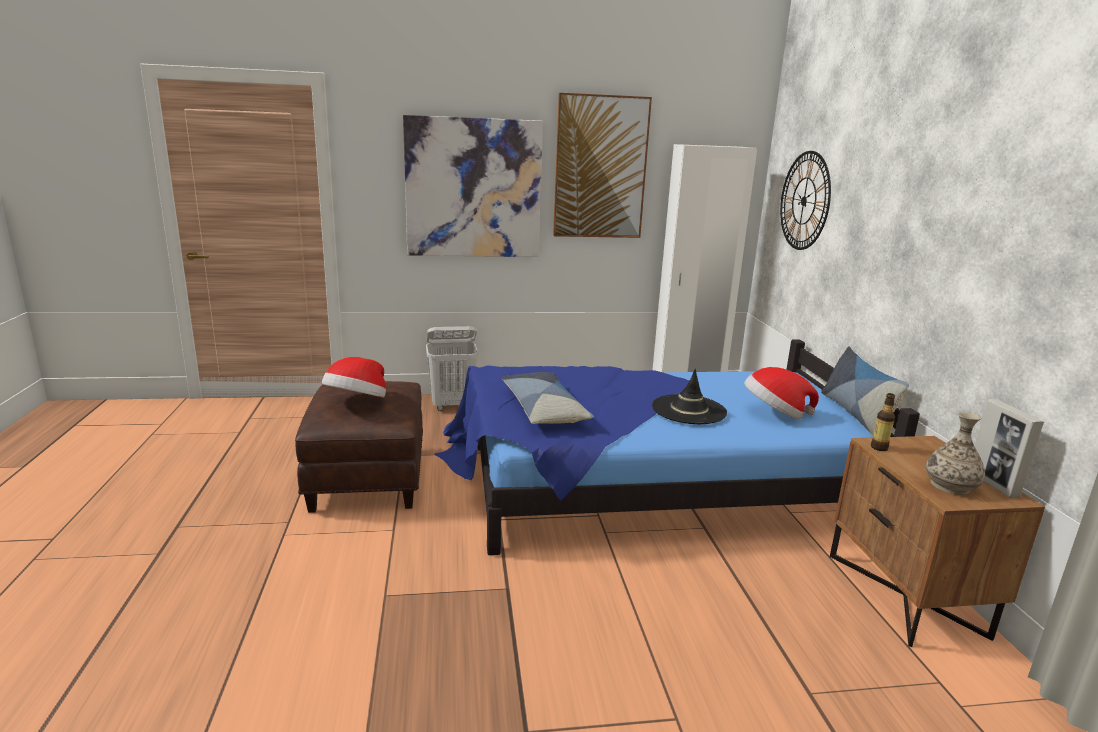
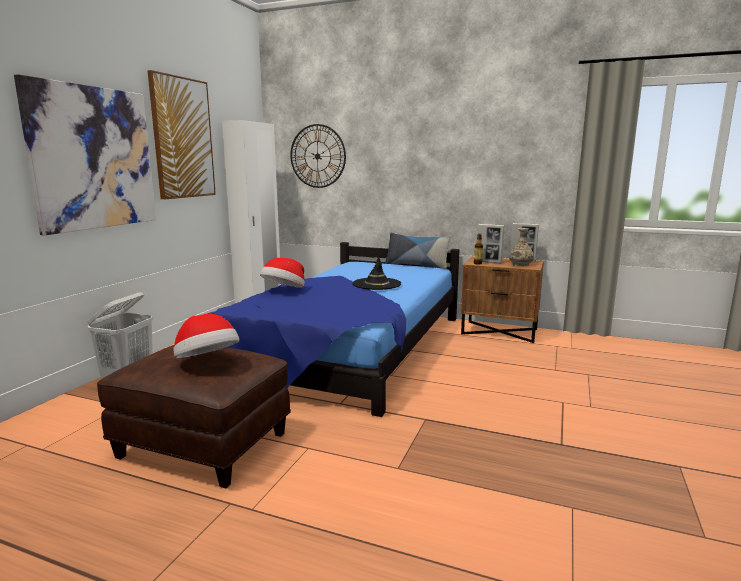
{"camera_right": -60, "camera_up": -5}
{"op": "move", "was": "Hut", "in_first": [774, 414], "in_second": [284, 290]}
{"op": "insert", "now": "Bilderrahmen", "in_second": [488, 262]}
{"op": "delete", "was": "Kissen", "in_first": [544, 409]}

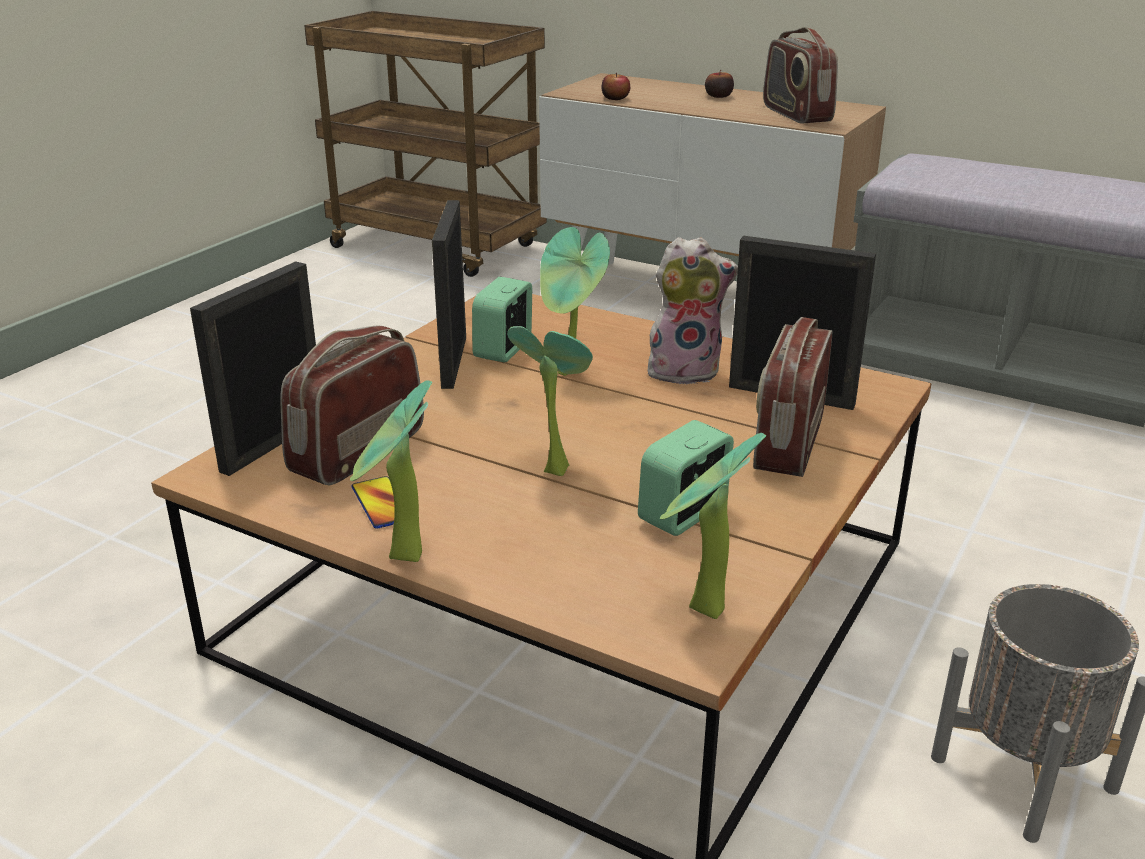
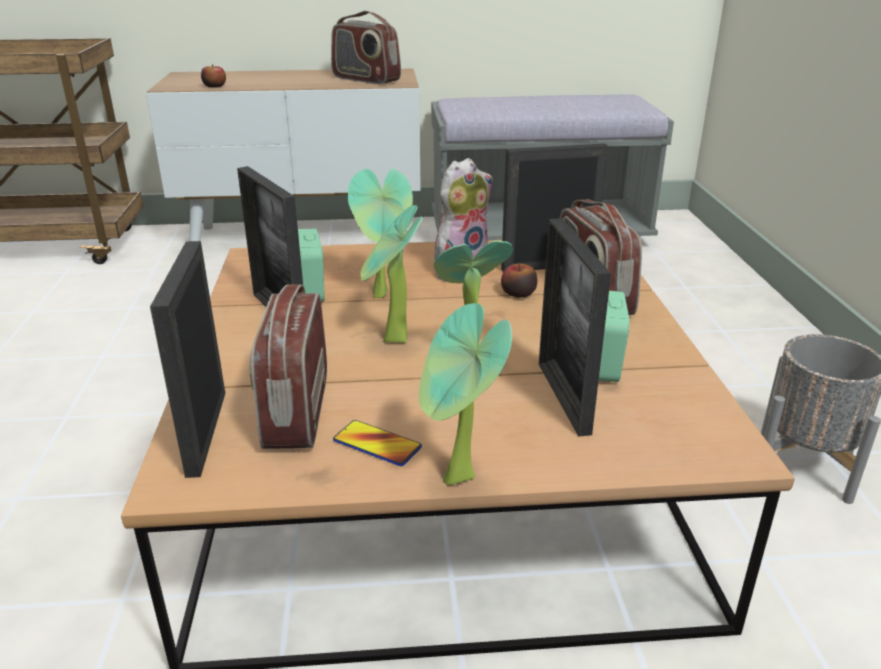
{"camera_right": -35, "camera_up": 0}
{"op": "move", "was": "Topfpflanze", "in_first": [700, 612], "in_second": [393, 343]}
{"op": "move", "was": "Apfel", "in_first": [718, 96], "in_second": [518, 293]}
{"op": "insert", "now": "Bilderrahmen", "in_second": [563, 397]}

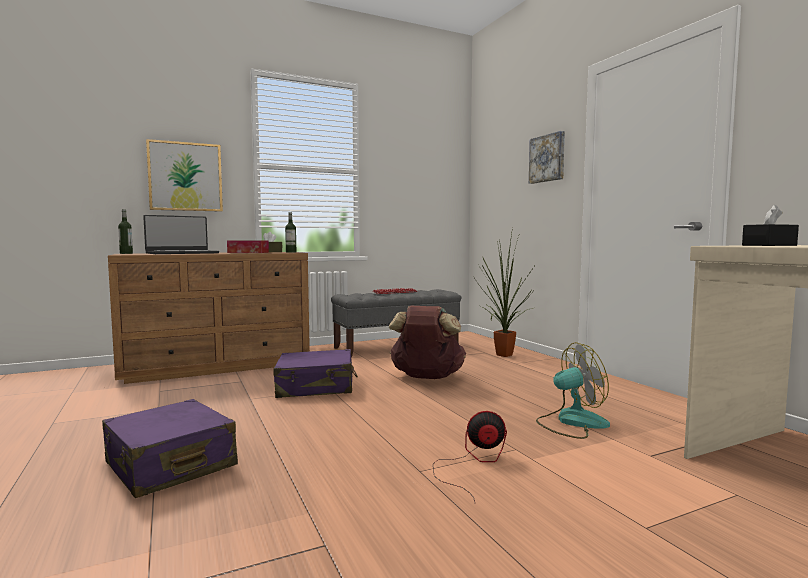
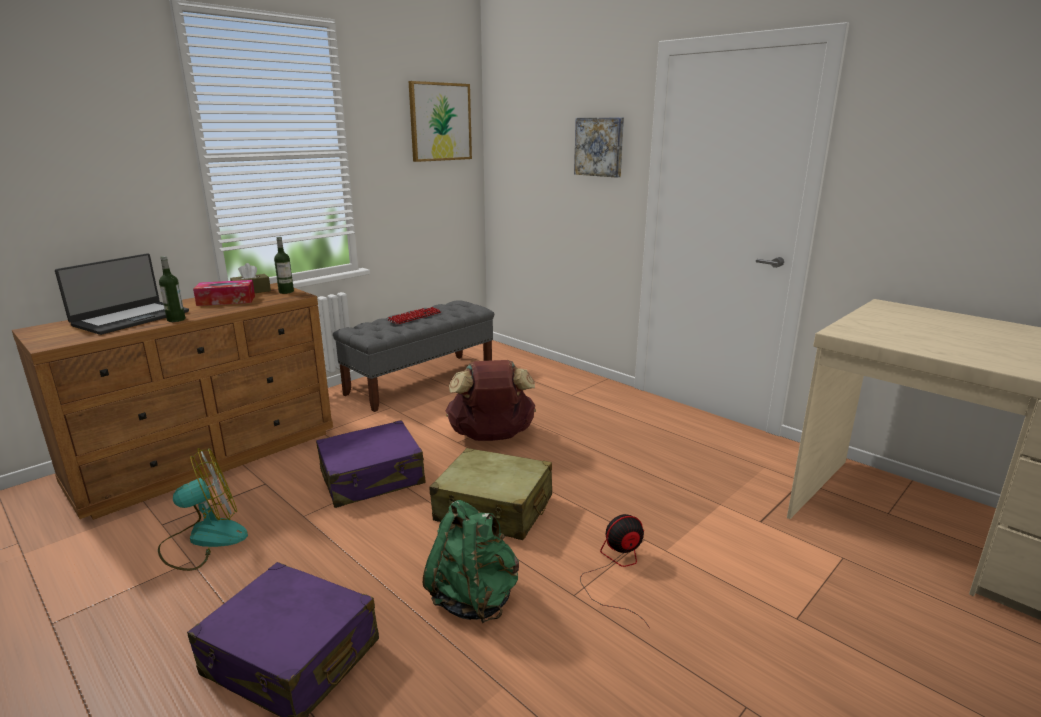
{"camera_right": -20, "camera_up": 15}
{"op": "move", "was": "Ventilator", "in_first": [571, 422], "in_second": [204, 539]}
{"op": "move", "was": "Flasche", "in_first": [126, 253], "in_second": [176, 319]}
{"op": "move", "was": "Bild", "in_first": [185, 177], "in_second": [440, 122]}
{"op": "insert", "now": "Rucksack [grün]", "in_second": [474, 598]}
{"op": "insert", "now": "Koffer [beige]", "in_second": [494, 509]}
{"op": "delete", "was": "Topfpflanze", "in_first": [502, 355]}
{"op": "delete", "was": "Taschentuchbox [schwarz]", "in_first": [769, 245]}

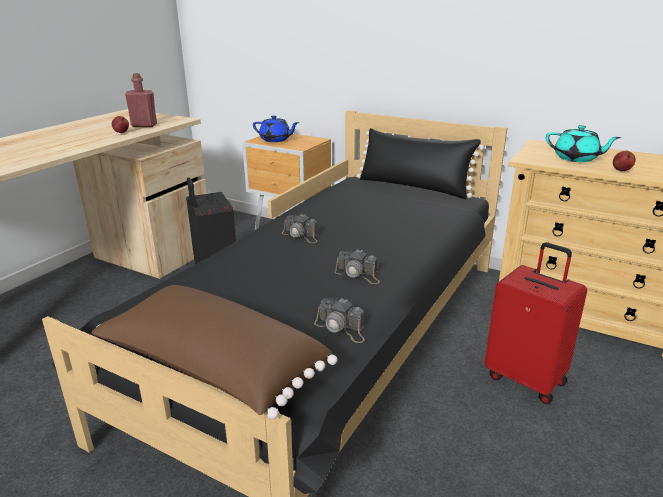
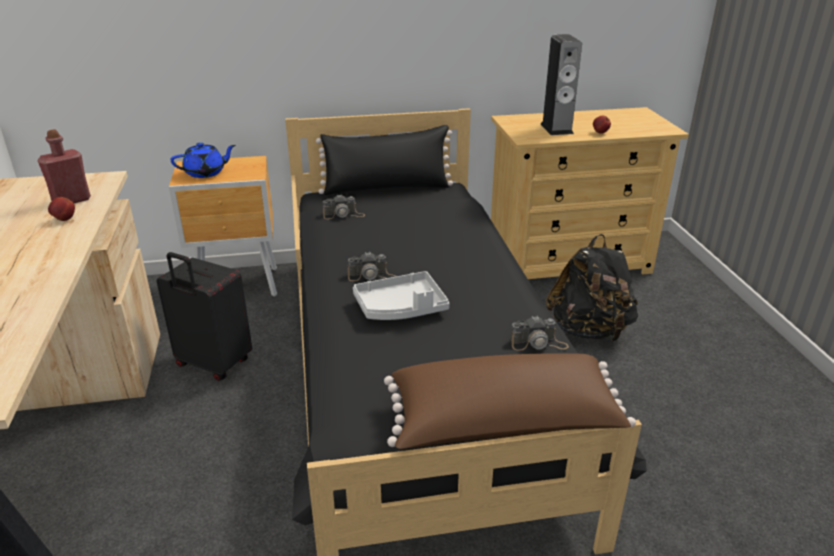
{"camera_right": -40, "camera_up": 5}
{"op": "move", "was": "Kamera", "in_first": [358, 274], "in_second": [343, 214]}
{"op": "insert", "now": "Tablett [grau]", "in_second": [401, 308]}
{"op": "replace", "was": "Teekanne [türkis]", "now": "Lautsprecher", "in_first": [576, 158], "in_second": [556, 129]}
{"op": "replace", "was": "Koffer [rot]", "now": "Rucksack [schwarz]", "in_first": [526, 378], "in_second": [588, 331]}

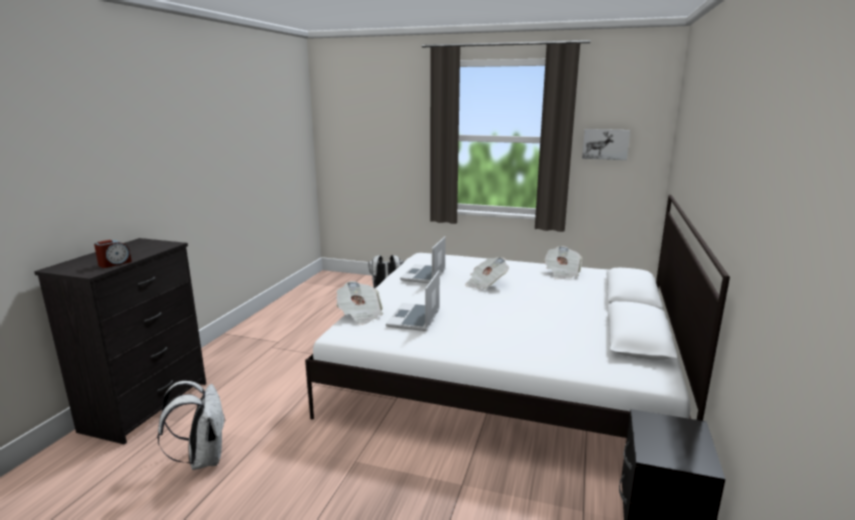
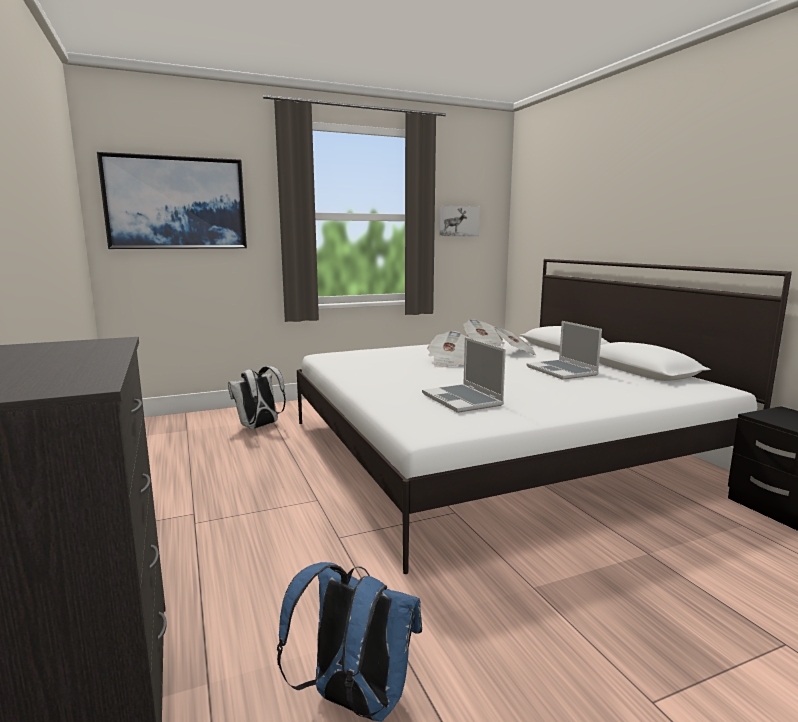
{"camera_right": -40, "camera_up": -5}
{"op": "insert", "now": "Bild", "in_second": [176, 203]}
{"op": "recolor", "was": "Rucksack [weiß]", "now": "Rucksack [blau]", "in_first": [203, 458], "in_second": [354, 701]}
{"op": "move", "was": "Zeitung", "in_first": [360, 314], "in_second": [515, 352]}
{"op": "move", "was": "Laptop", "in_first": [424, 275], "in_second": [563, 371]}
{"op": "delete", "was": "Wecker", "in_first": [114, 263]}

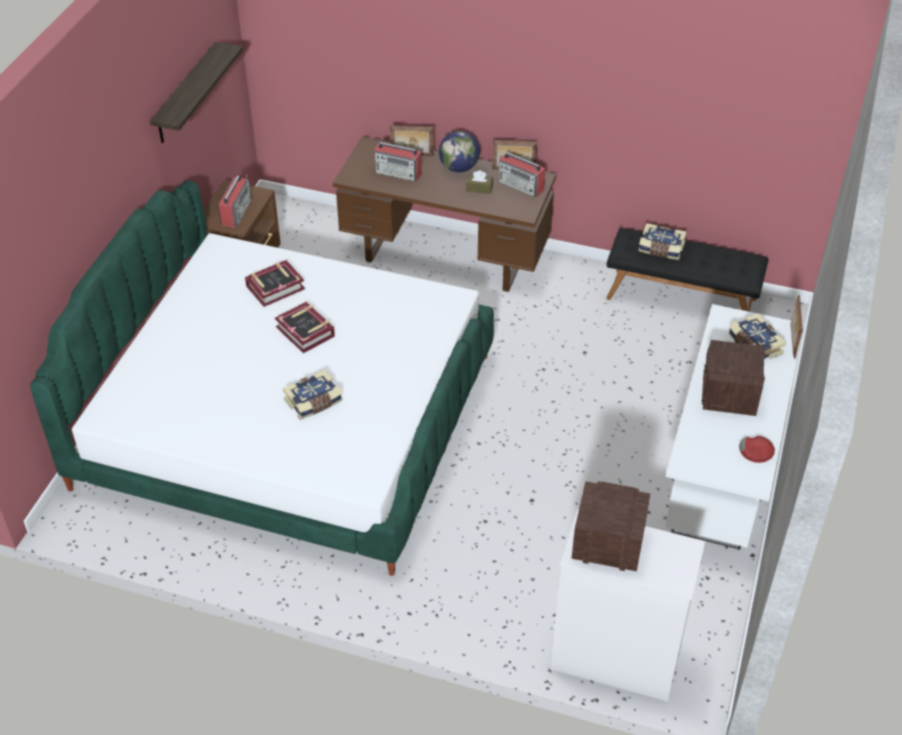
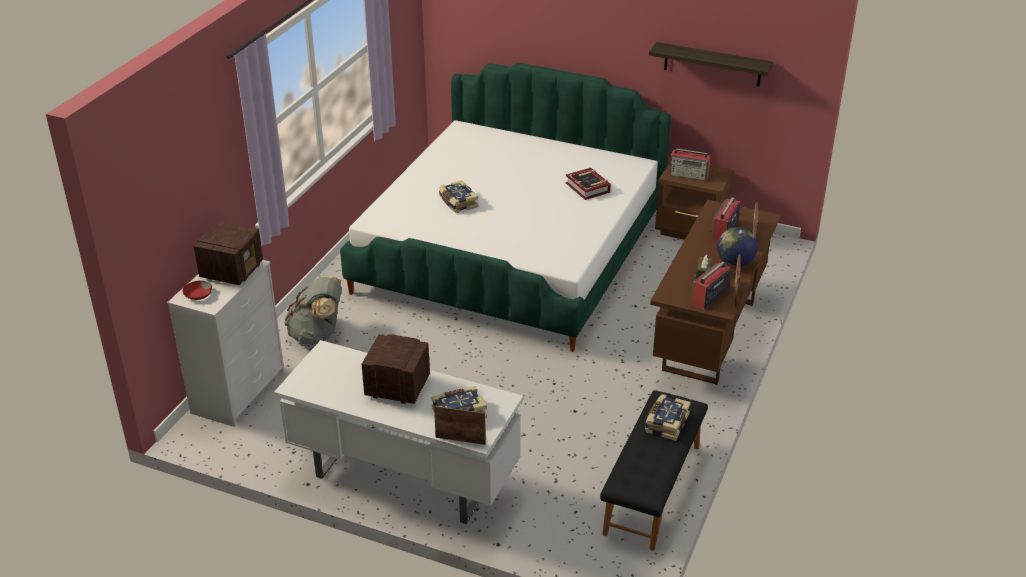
{"camera_right": 95, "camera_up": -10}
{"op": "move", "was": "Schüssel [rot]", "in_first": [756, 453], "in_second": [198, 295]}
{"op": "insert", "now": "Rucksack [grau]", "in_second": [317, 335]}
{"op": "delete", "was": "Buch", "in_first": [305, 331]}

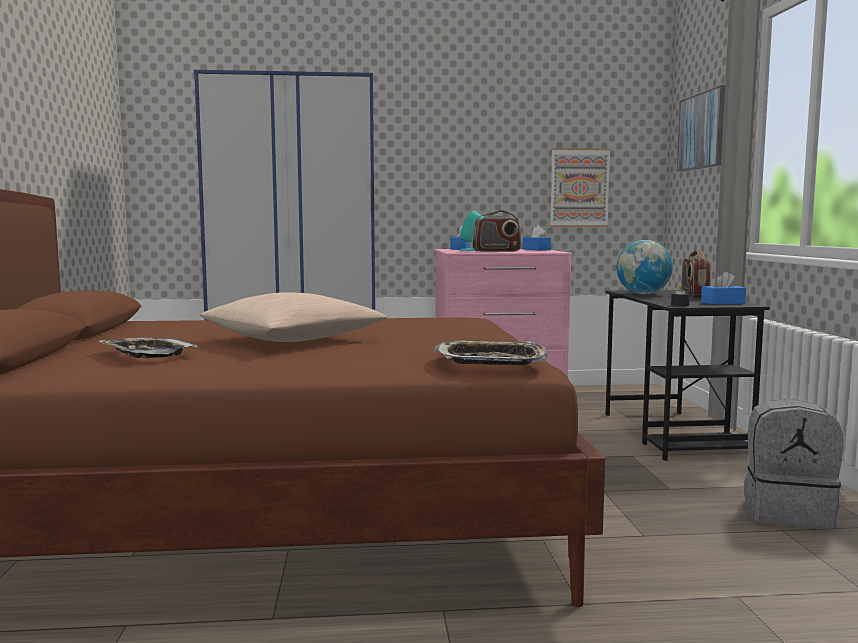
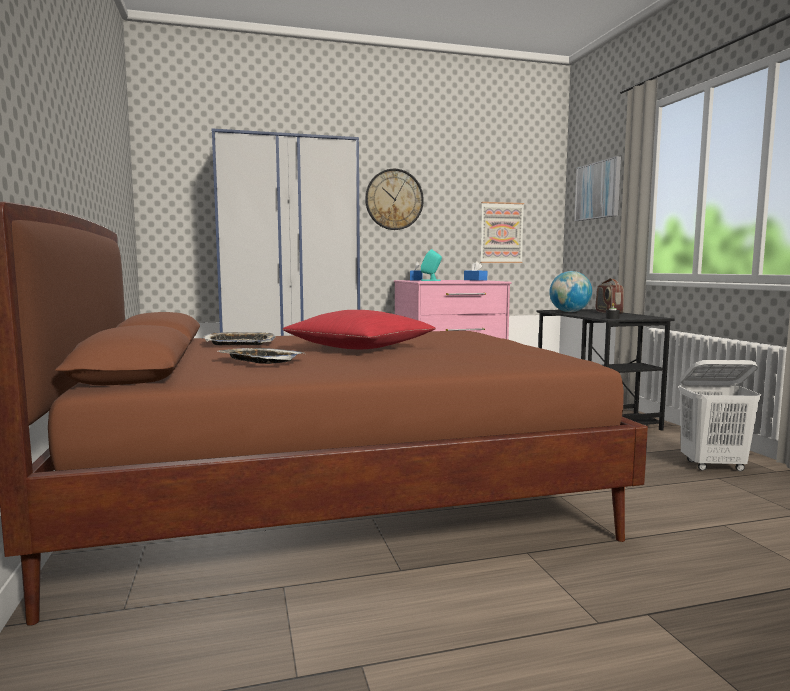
{"camera_right": -10, "camera_up": 0}
{"op": "move", "was": "Tablett", "in_first": [491, 360], "in_second": [239, 343]}
{"op": "recolor", "was": "Kissen [beige]", "now": "Kissen [rot]", "in_first": [294, 339], "in_second": [361, 348]}
{"op": "insert", "now": "Wanduhr", "in_second": [394, 199]}
{"op": "replace", "was": "Rucksack [grau]", "now": "Wäschekorb [weiß]", "in_first": [788, 513], "in_second": [713, 466]}
{"op": "delete", "was": "Radio", "in_first": [496, 251]}
{"op": "delete", "was": "Taschentuchbox [blau]", "in_first": [722, 303]}

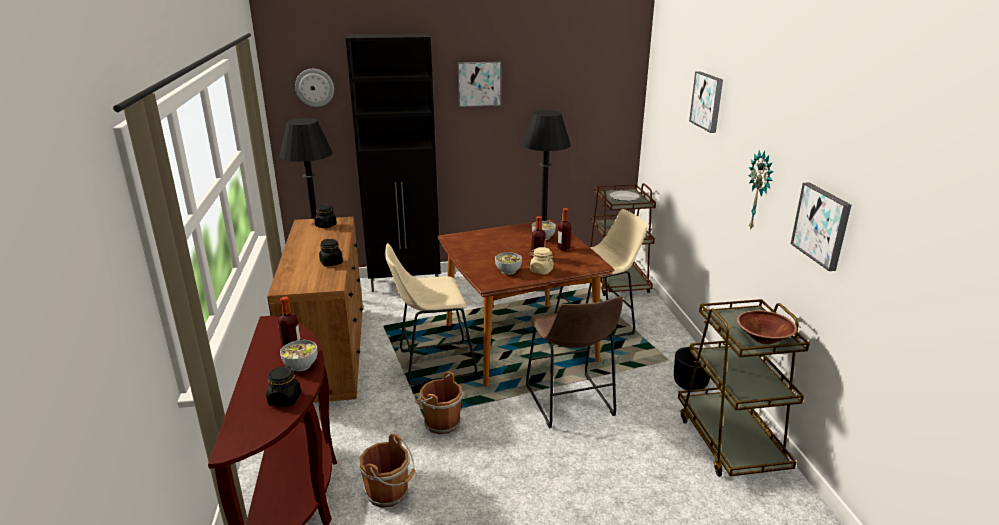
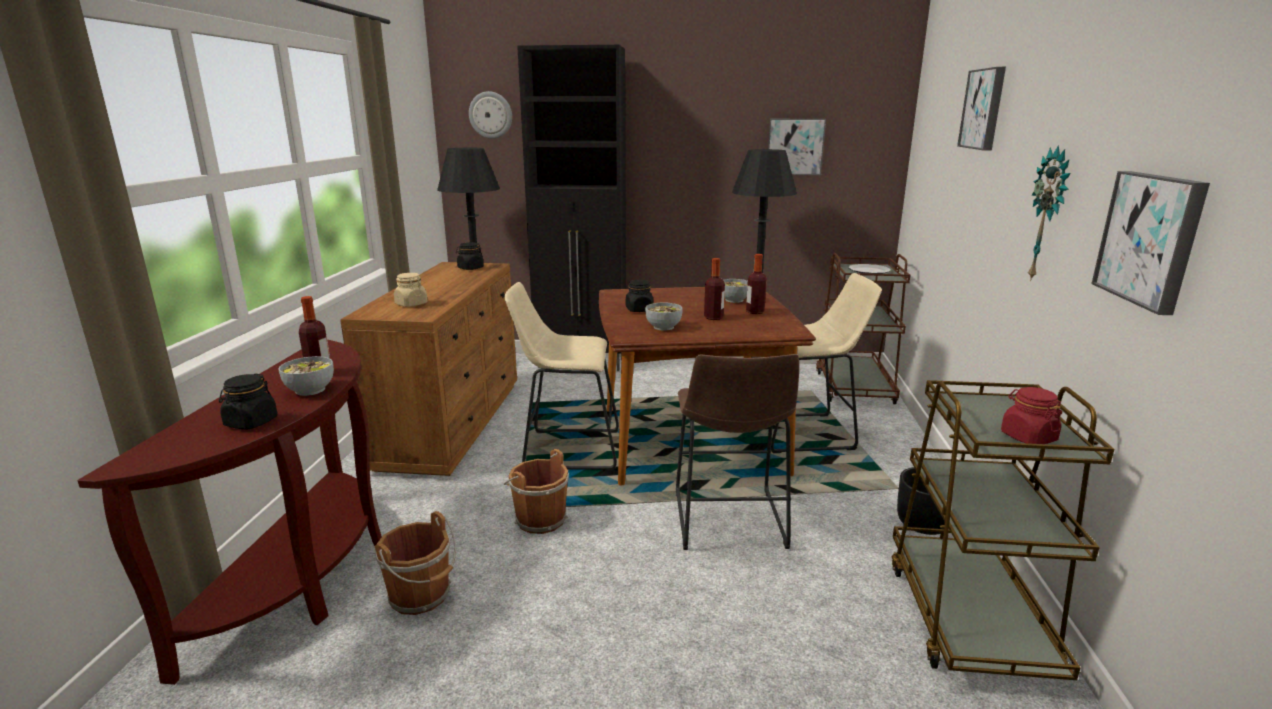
{"camera_right": 15, "camera_up": -5}
{"op": "move", "was": "Vorratsglas [beige]", "in_first": [541, 270], "in_second": [411, 304]}
{"op": "move", "was": "Vorratsglas [schwarz]", "in_first": [331, 263], "in_second": [639, 310]}
{"op": "move", "was": "Bild", "in_first": [479, 84], "in_second": [795, 146]}
{"op": "replace", "was": "Schüssel [braun]", "now": "Vorratsglas [rot]", "in_first": [763, 338], "in_second": [1027, 437]}

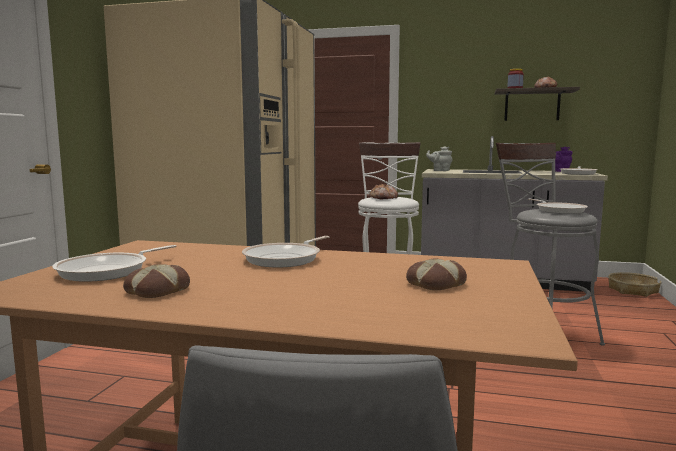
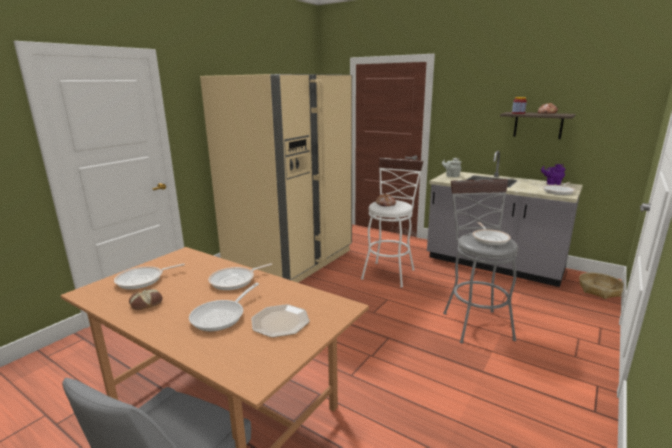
{"camera_right": 20, "camera_up": 10}
{"op": "insert", "now": "Pfanne", "in_second": [222, 316]}
{"op": "replace", "was": "Brot", "now": "Teller", "in_first": [435, 283], "in_second": [279, 321]}

